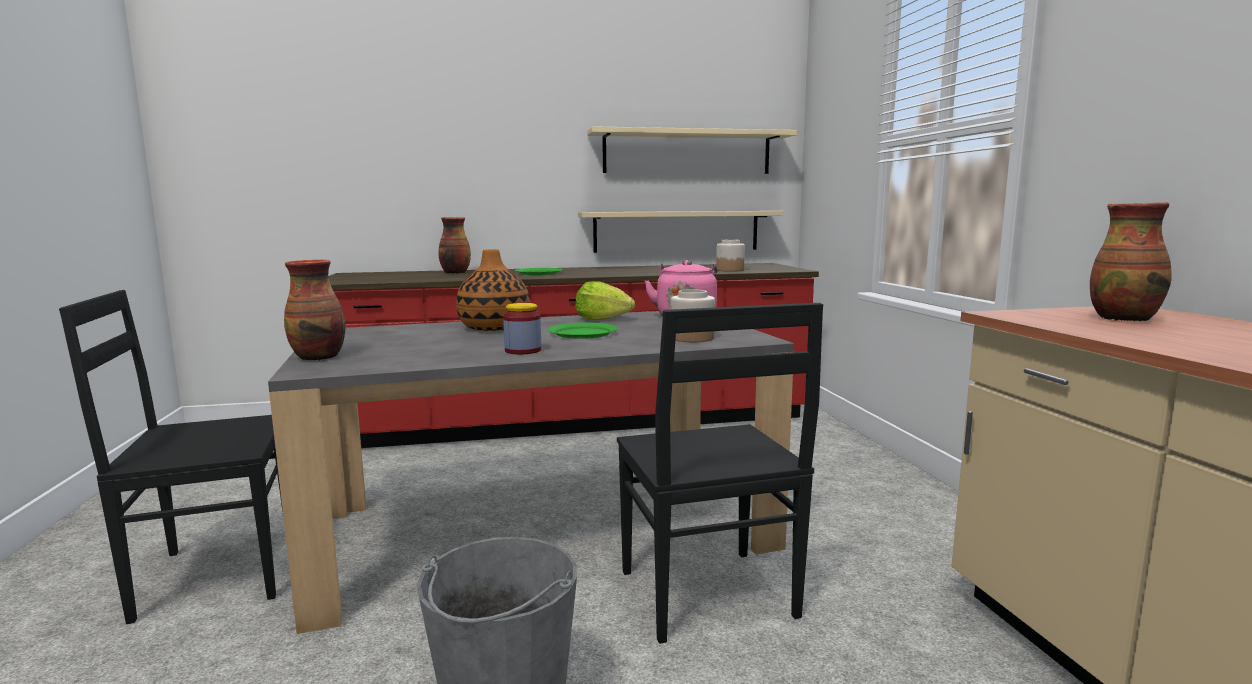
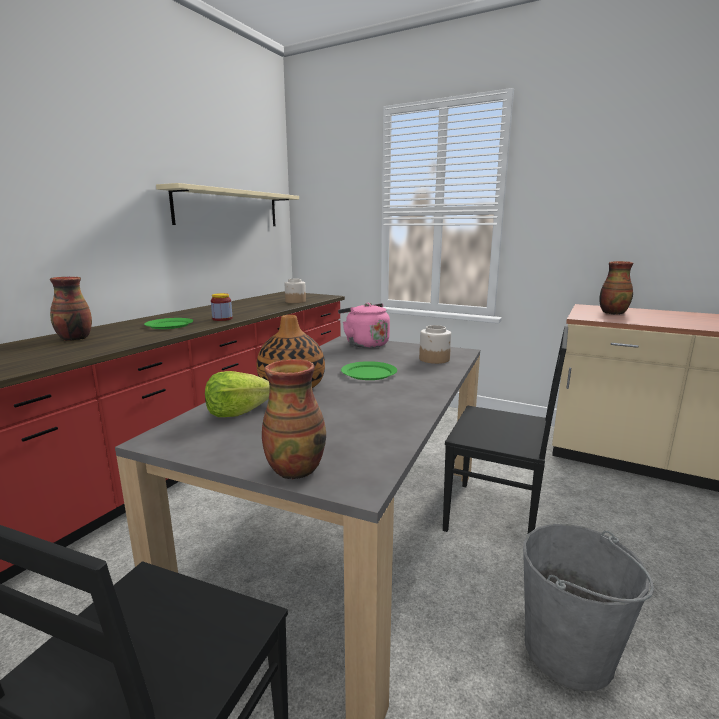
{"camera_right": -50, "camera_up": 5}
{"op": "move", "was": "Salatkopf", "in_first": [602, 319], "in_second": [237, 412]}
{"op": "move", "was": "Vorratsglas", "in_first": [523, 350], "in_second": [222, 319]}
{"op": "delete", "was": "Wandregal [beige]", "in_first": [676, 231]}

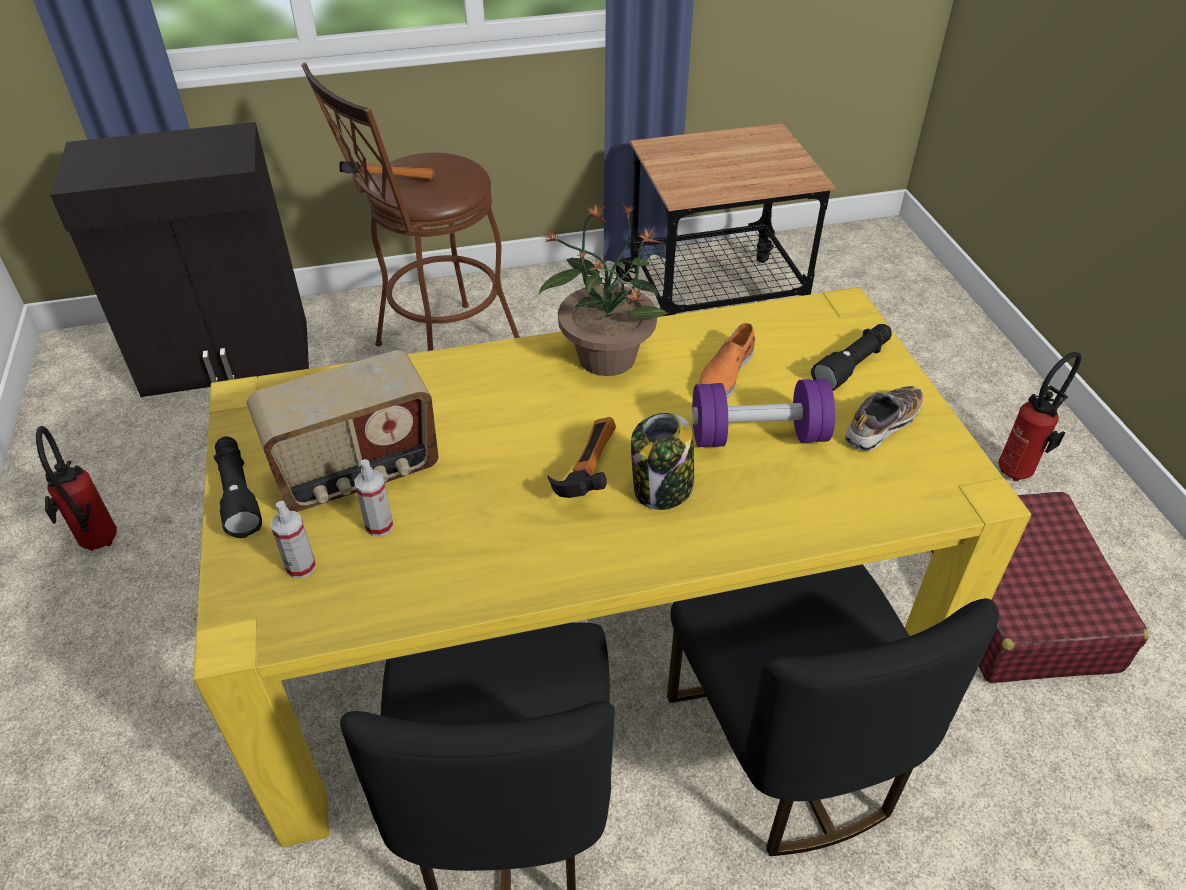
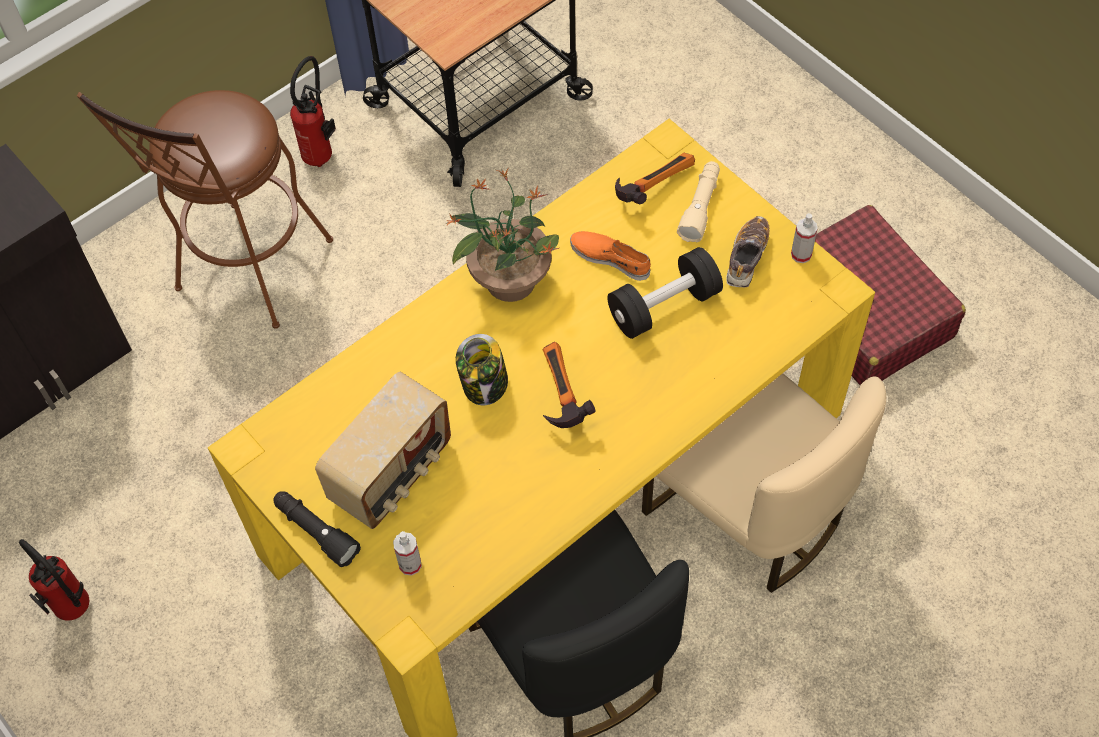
{"camera_right": -25, "camera_up": 15}
{"op": "move", "was": "Feuerlöscher", "in_first": [1019, 471], "in_second": [322, 155]}
{"op": "move", "was": "Vorratsglas", "in_first": [662, 489], "in_second": [485, 385]}
{"op": "rotate", "was": "Schuh [orange]", "in_first": [725, 374], "in_second": [610, 258], "clockwise": 120}
{"op": "recolor", "was": "Hantel [lila]", "now": "Hantel [schwarz]", "in_first": [757, 435], "in_second": [664, 306]}
{"op": "move", "was": "Hammer", "in_first": [388, 182], "in_second": [651, 185]}
{"op": "recolor", "was": "Stuhl [schwarz]", "now": "Stuhl [beige]", "in_first": [786, 751], "in_second": [748, 512]}
{"op": "recolor", "was": "Taschenlampe [schwarz]", "now": "Taschenlampe [beige]", "in_first": [852, 365], "in_second": [700, 207]}
{"op": "move", "was": "Sprühflasche", "in_first": [379, 525], "in_second": [801, 254]}

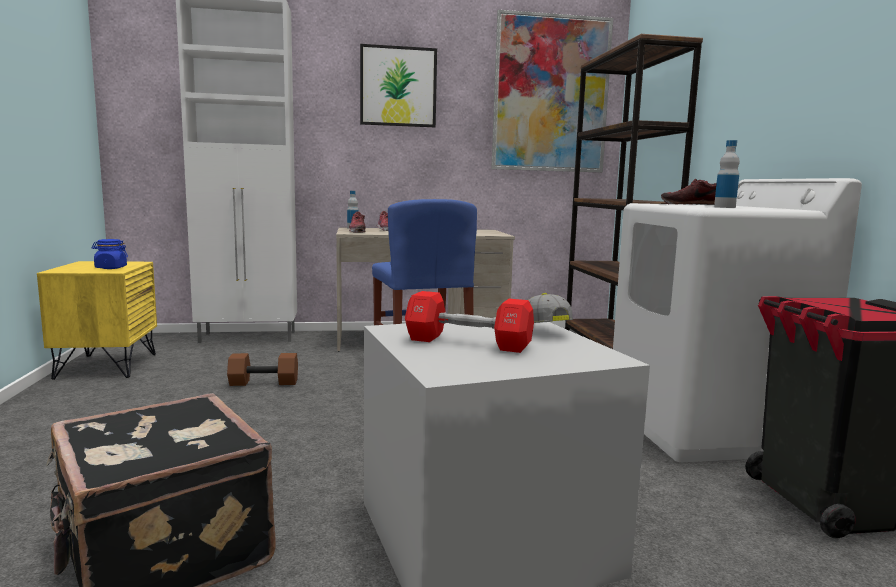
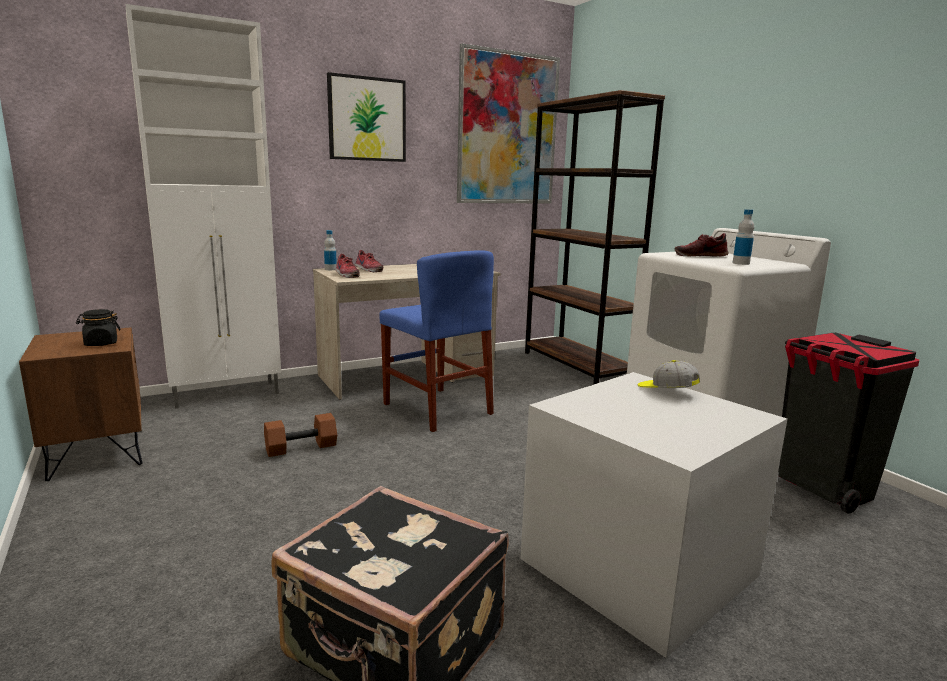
{"camera_right": -20, "camera_up": 5}
{"op": "recolor", "was": "Nachttisch [gelb]", "now": "Nachttisch [braun]", "in_first": [106, 366], "in_second": [96, 453]}
{"op": "recolor", "was": "Vorratsglas [blau]", "now": "Vorratsglas [schwarz]", "in_first": [110, 268], "in_second": [101, 343]}
{"op": "delete", "was": "Hantel [rot]", "in_first": [468, 343]}

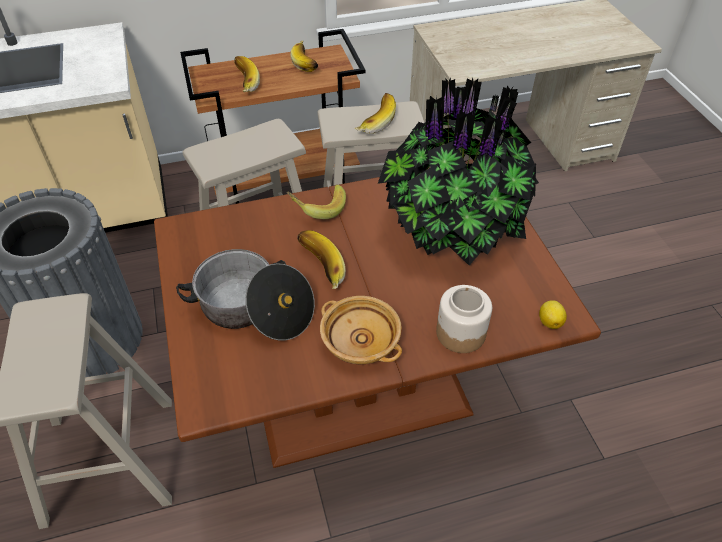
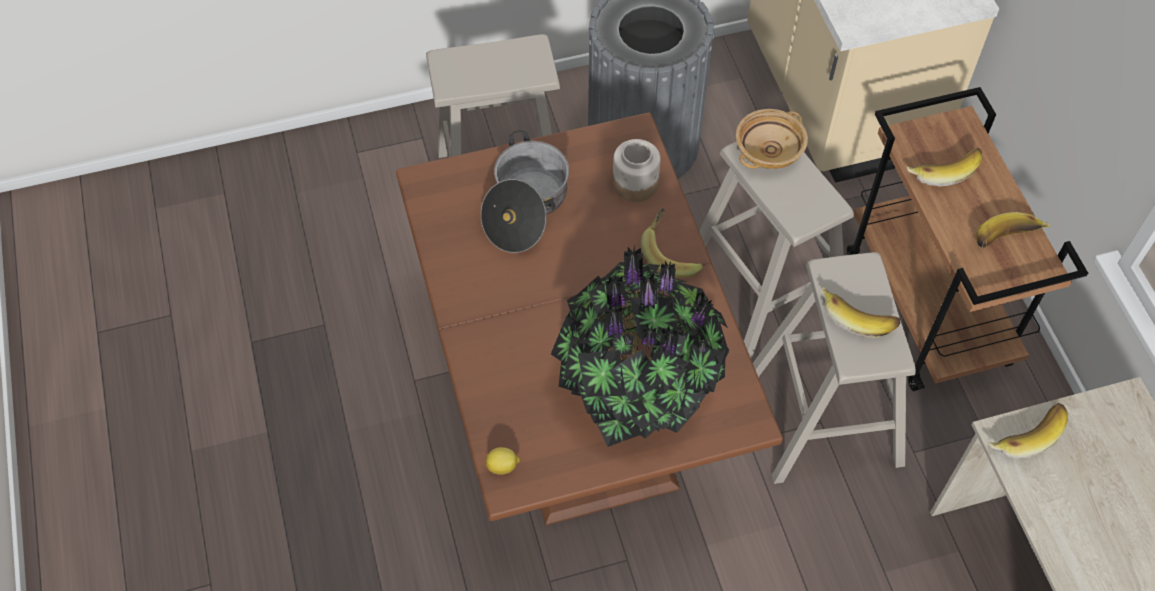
{"camera_right": 90, "camera_up": 10}
{"op": "move", "was": "Vorratsglas", "in_first": [460, 332], "in_second": [636, 183]}
{"op": "move", "was": "Schüssel [beige]", "in_first": [359, 342], "in_second": [769, 150]}
{"op": "move", "was": "Banane", "in_first": [318, 268], "in_second": [1024, 433]}

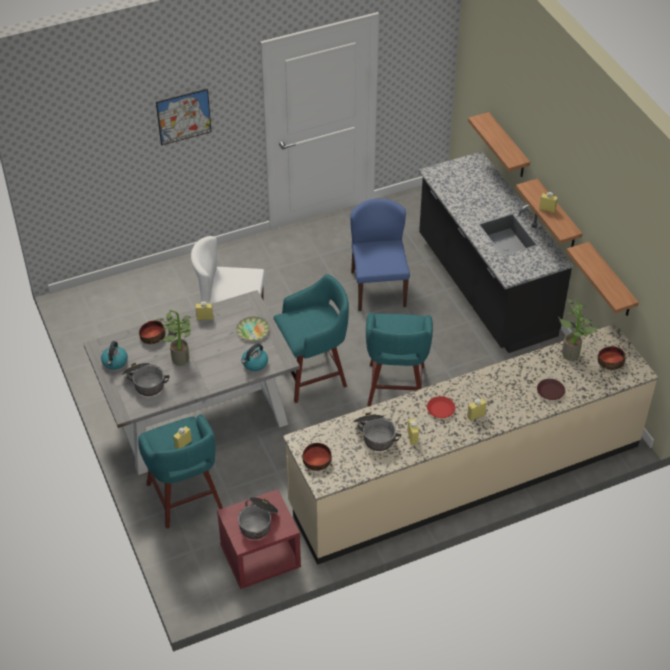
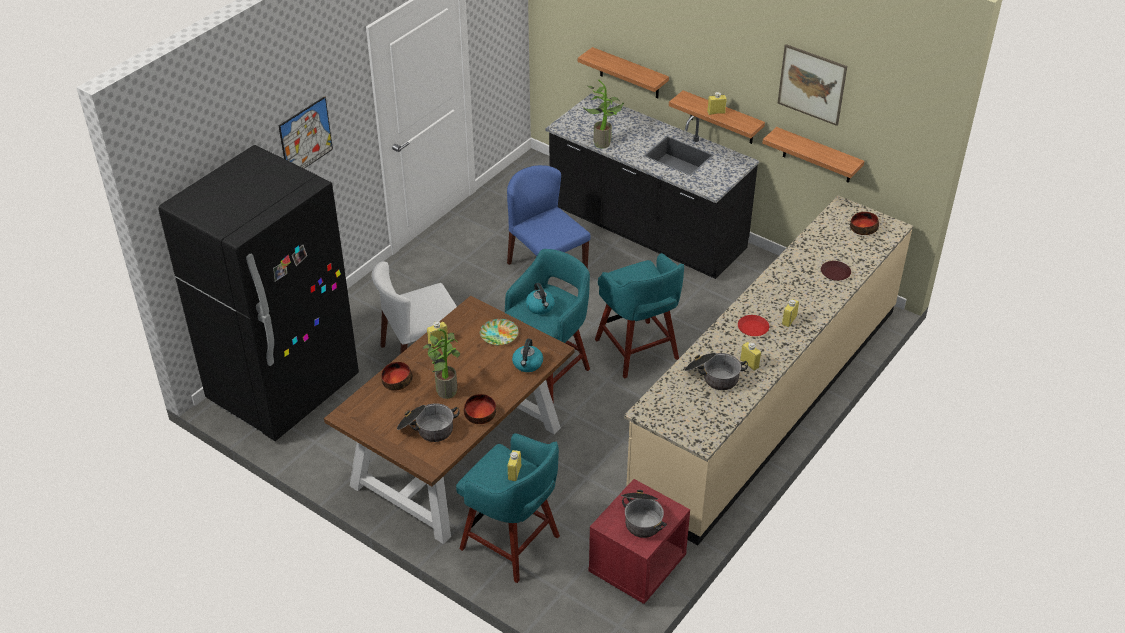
{"camera_right": -30, "camera_up": -5}
{"op": "insert", "now": "Kühlschrank [schwarz]", "in_second": [284, 390]}
{"op": "recolor", "was": "Esstisch [grau]", "now": "Esstisch [braun]", "in_first": [198, 412], "in_second": [458, 455]}
{"op": "move", "was": "Schüssel", "in_first": [316, 461], "in_second": [480, 414]}
{"op": "move", "was": "Wasserkessel", "in_first": [115, 362], "in_second": [540, 307]}
{"op": "move", "was": "Topfpflanze", "in_first": [572, 353], "in_second": [603, 142]}
{"op": "insert", "now": "Bild", "in_second": [812, 84]}

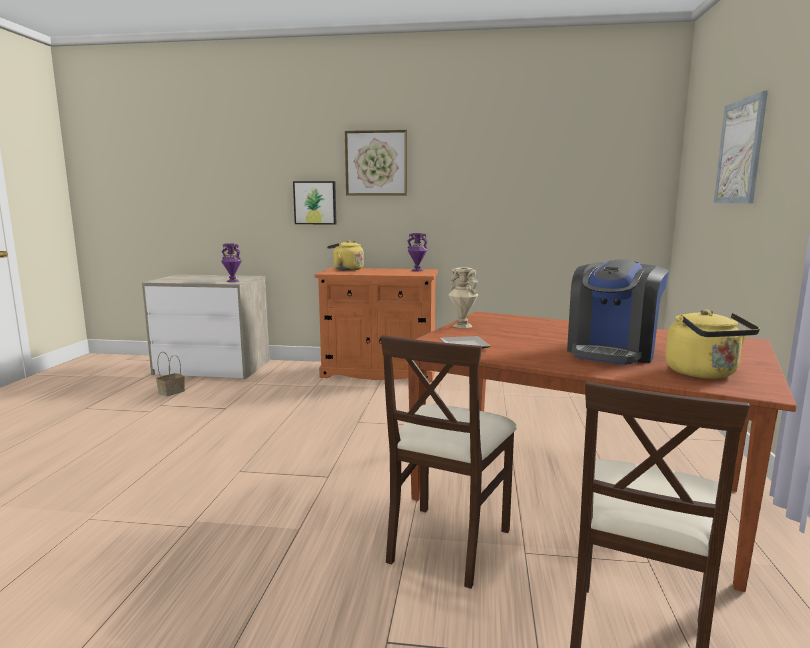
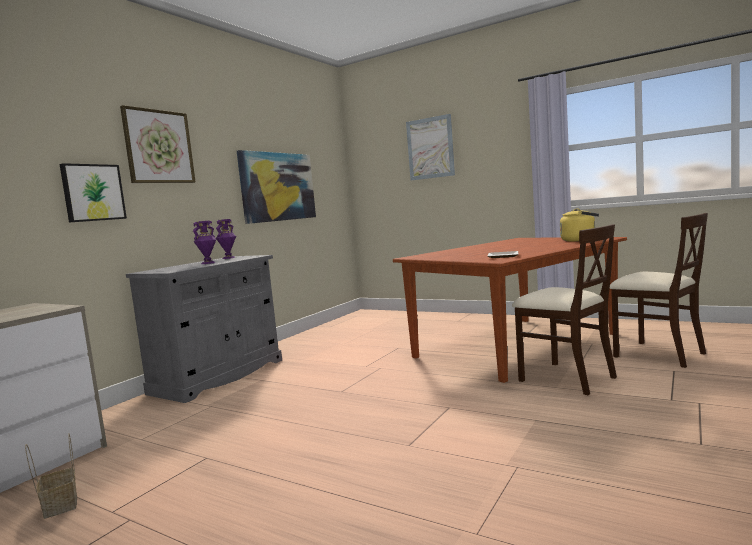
{"camera_right": -65, "camera_up": -5}
{"op": "recolor", "was": "Schrank [orange]", "now": "Schrank [grau]", "in_first": [379, 372], "in_second": [219, 376]}
{"op": "move", "was": "Vase [lila]", "in_first": [232, 281], "in_second": [208, 263]}
{"op": "insert", "now": "Bild", "in_second": [278, 187]}
{"op": "delete", "was": "Wasserkessel [gelb]", "in_first": [346, 269]}
{"op": "delete", "was": "Vase [beige]", "in_first": [462, 326]}
{"op": "delete", "was": "Kaffeemaschine", "in_first": [612, 352]}

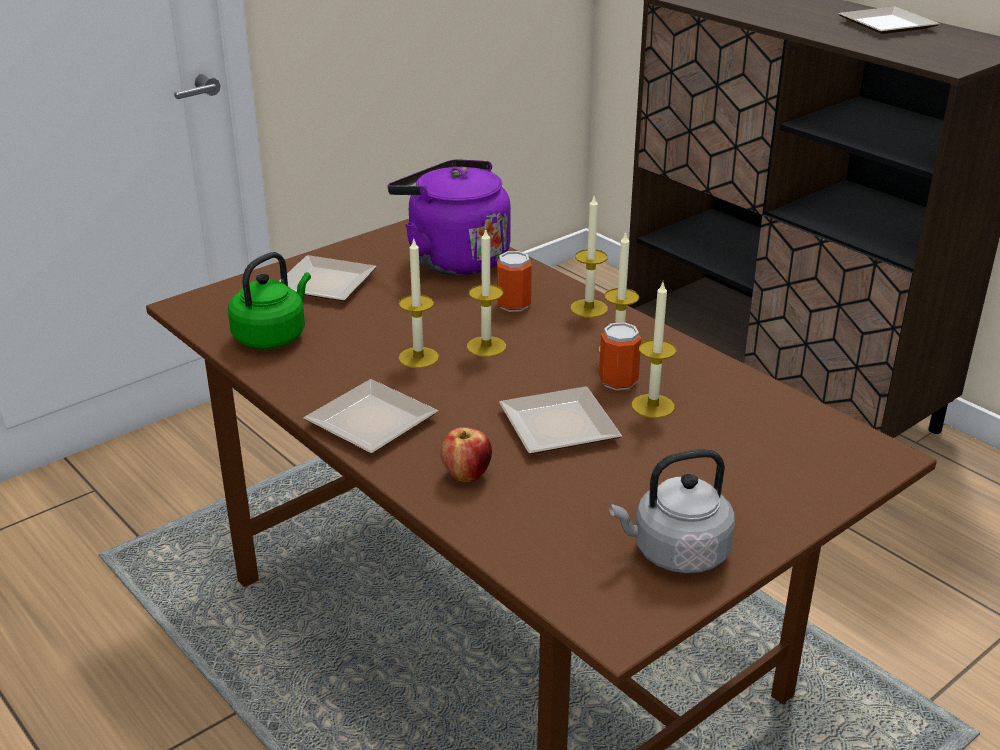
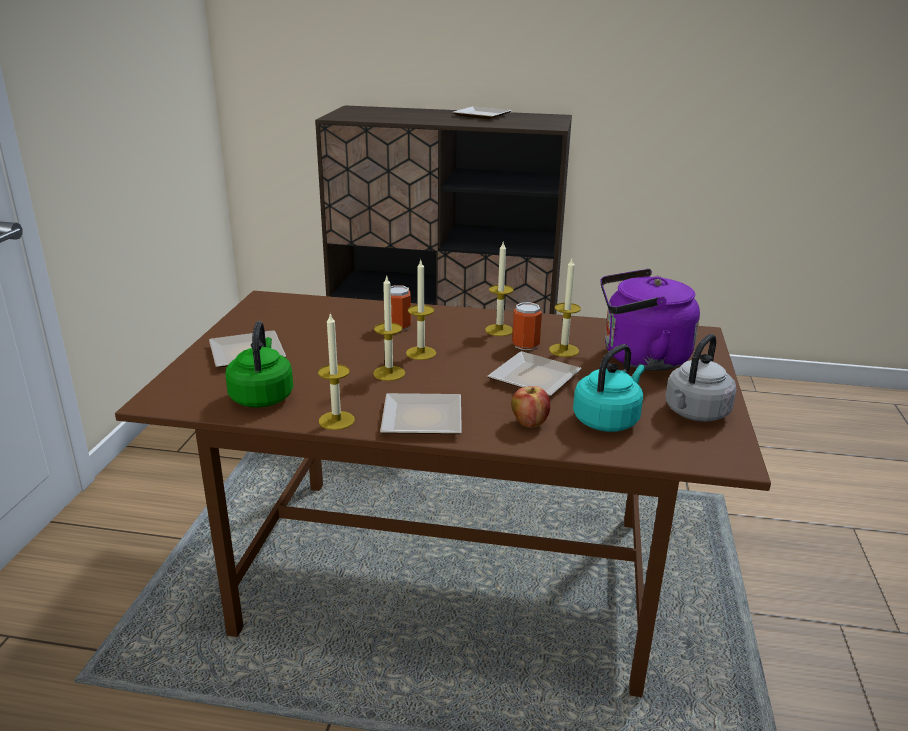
{"camera_right": -40, "camera_up": -5}
{"op": "move", "was": "Kerze", "in_first": [589, 308], "in_second": [336, 420]}
{"op": "insert", "now": "Wasserkessel [türkis]", "in_second": [608, 420]}
{"op": "move", "was": "Wasserkessel [lila]", "in_first": [453, 258], "in_second": [640, 358]}

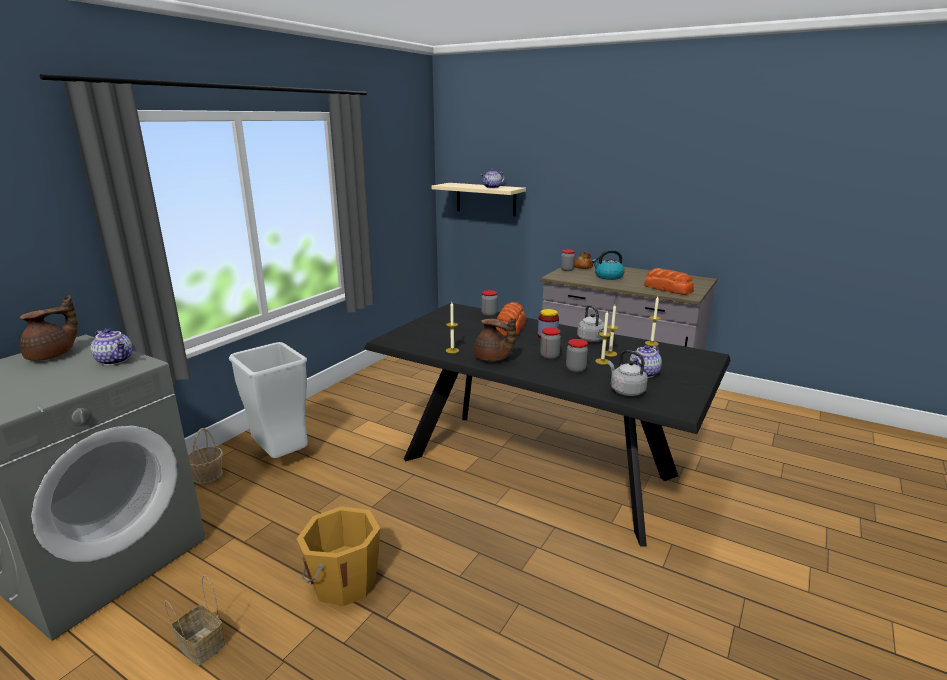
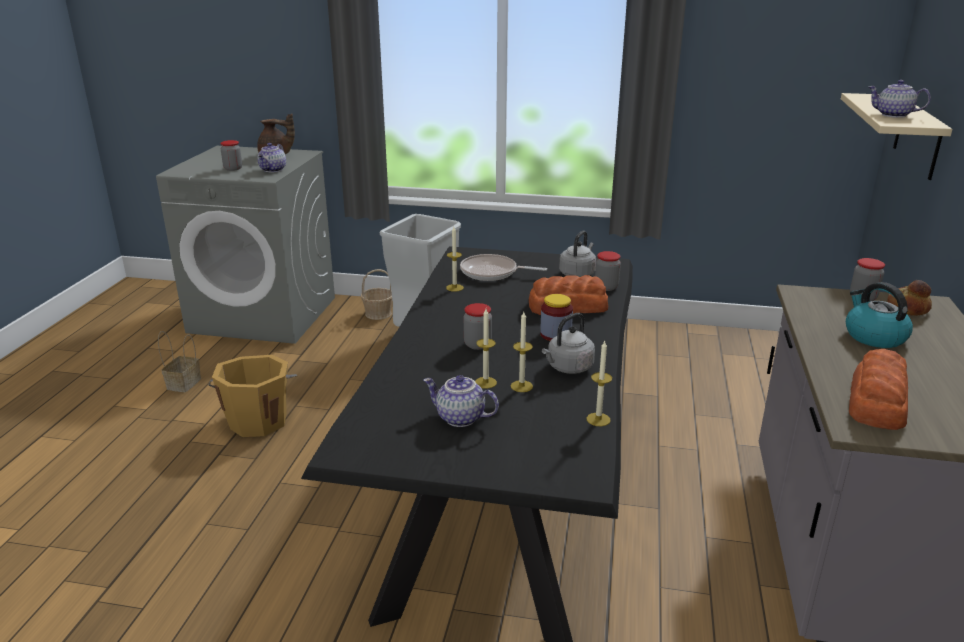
{"camera_right": 70, "camera_up": 5}
{"op": "move", "was": "Vorratsglas", "in_first": [575, 369], "in_second": [233, 168]}
{"op": "insert", "now": "Pfanne", "in_second": [492, 273]}
{"op": "move", "was": "Wasserkessel [grau]", "in_first": [625, 391], "in_second": [578, 273]}
{"op": "delete", "was": "Teekanne [braun]", "in_first": [493, 358]}

